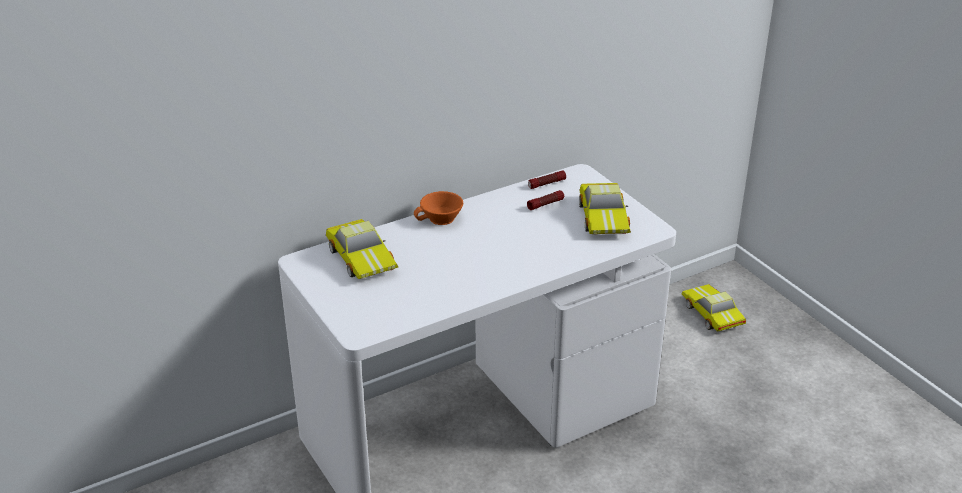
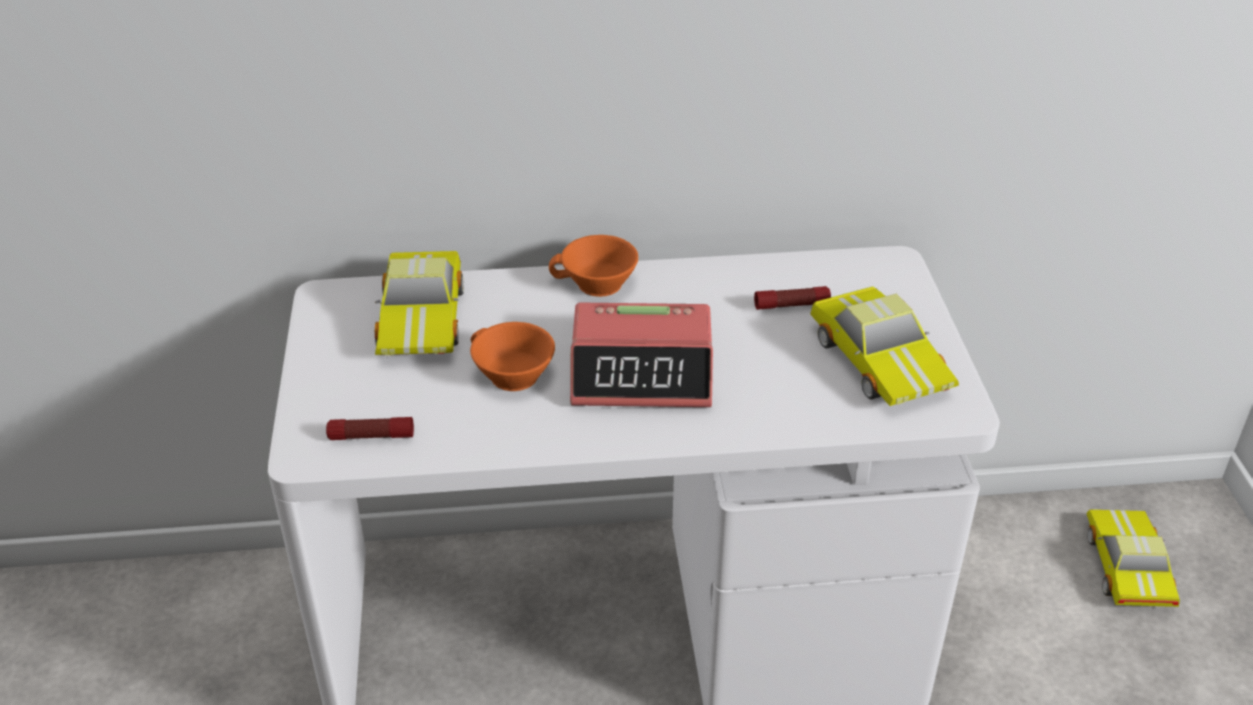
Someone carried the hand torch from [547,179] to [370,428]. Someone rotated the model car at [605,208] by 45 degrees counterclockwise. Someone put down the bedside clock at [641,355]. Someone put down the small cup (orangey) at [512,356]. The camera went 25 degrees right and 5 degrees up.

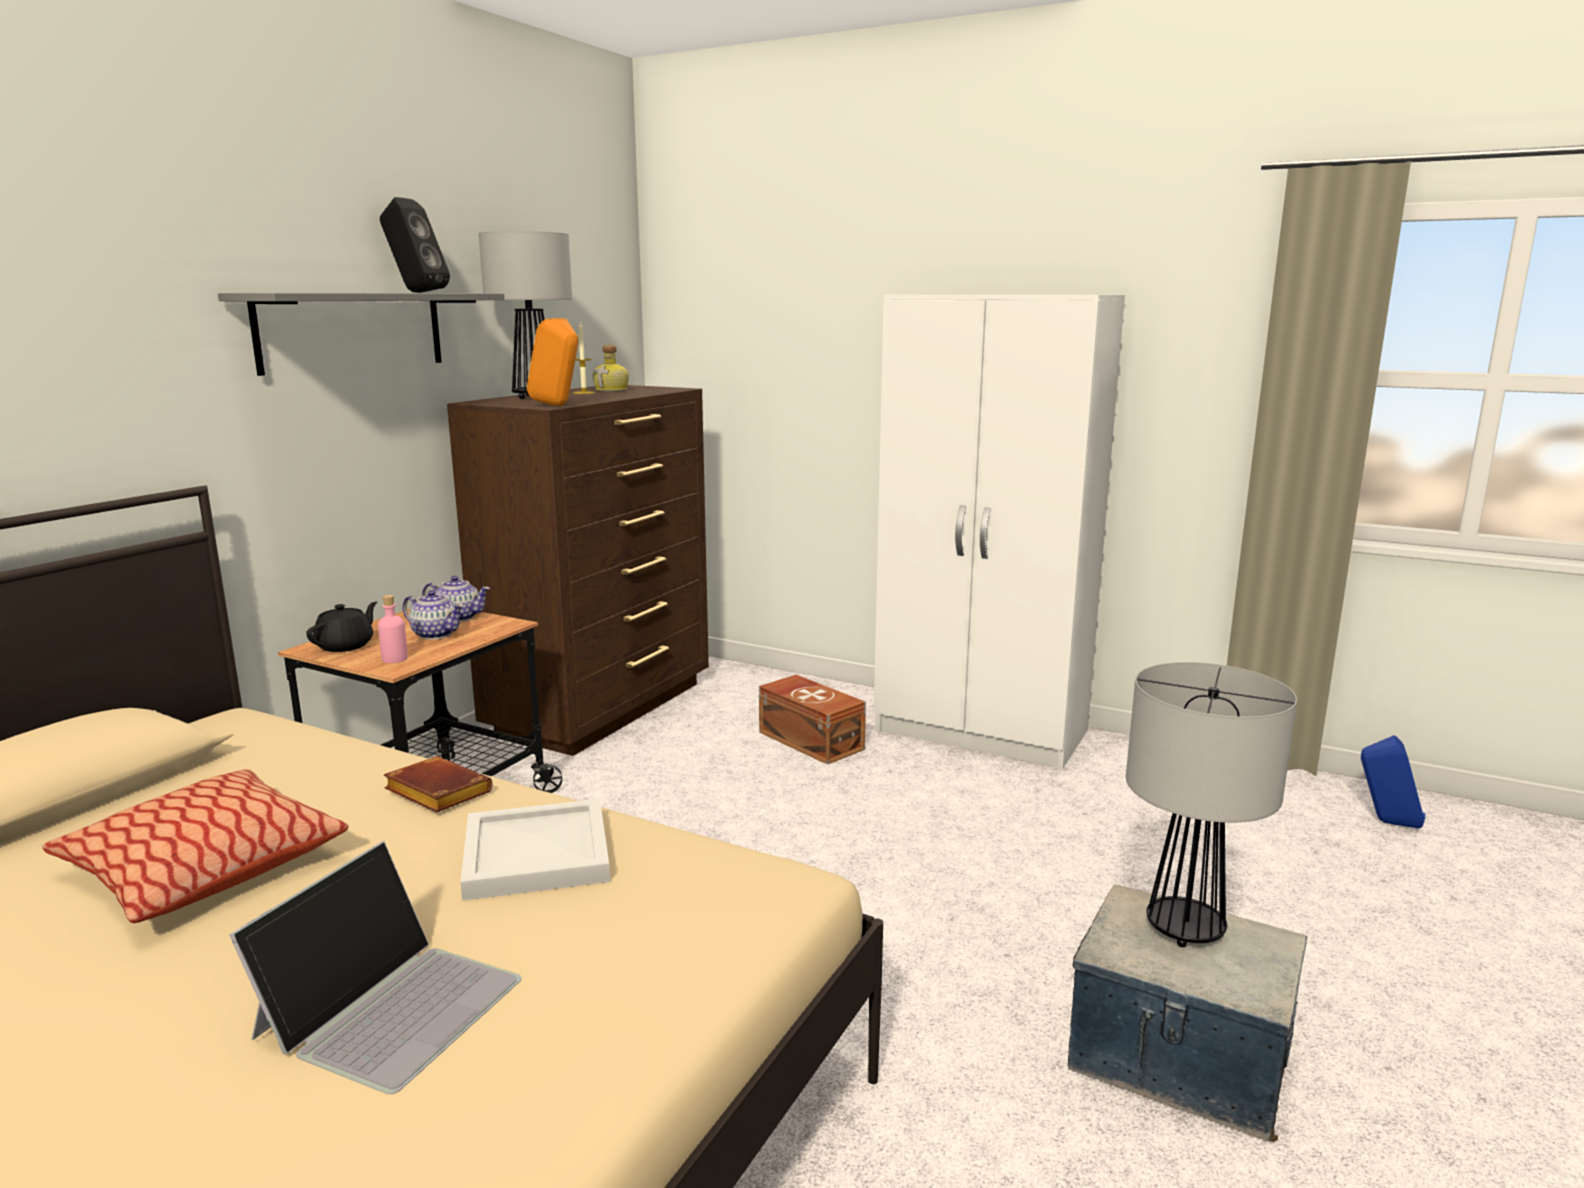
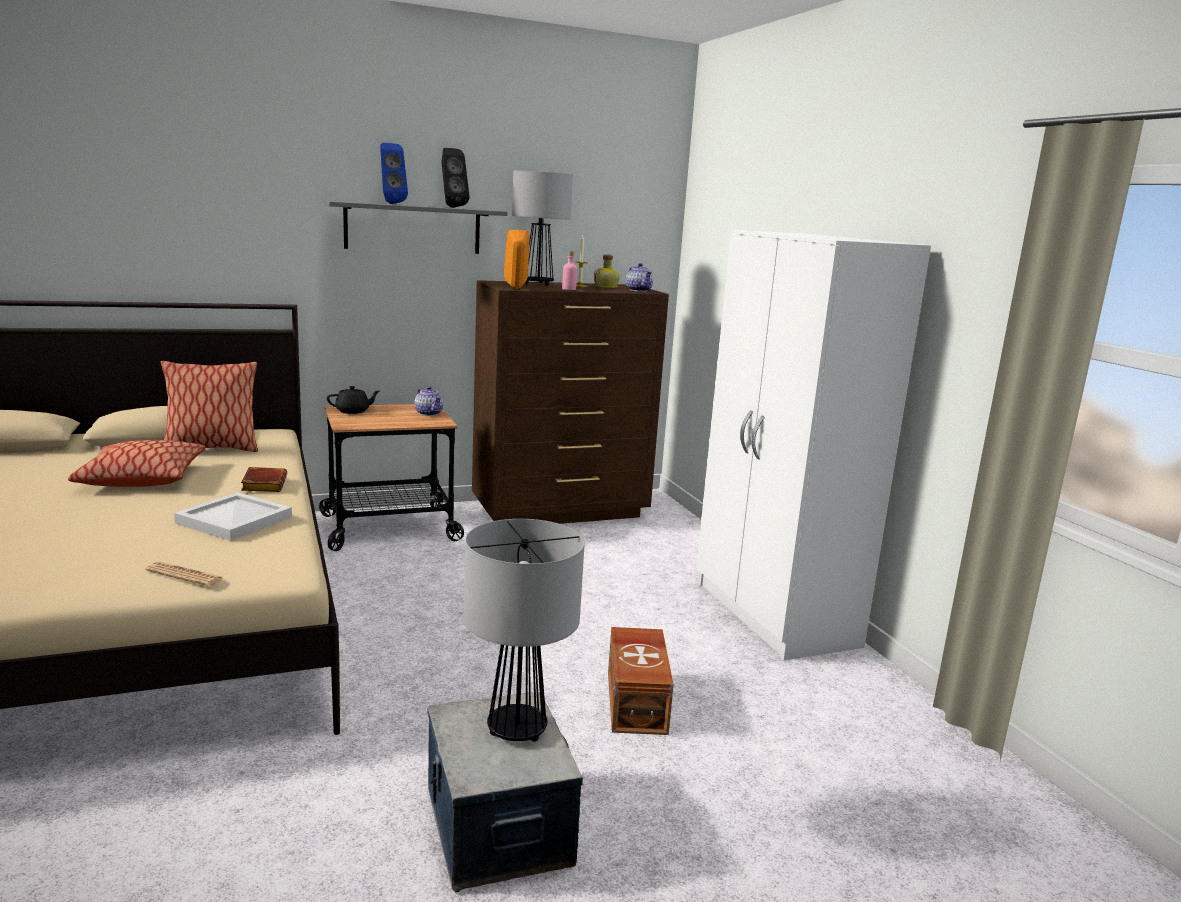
Someone carried the tea pot from [433,615] to [639,277]. Someone carried the drink bottle (pinkish) from [393,629] to [569,270]. Someone carried the storage container (brown) from [812,720] to [641,681]. Someone carried the speaker (bluish) from [1393,781] to [394,173]. Someone took away the portable computer at [375,967]. Someone put down the cushion at [209,406]. Someone put down the daily paper at [185,574]. The camera went 40 degrees right and 0 degrees up.

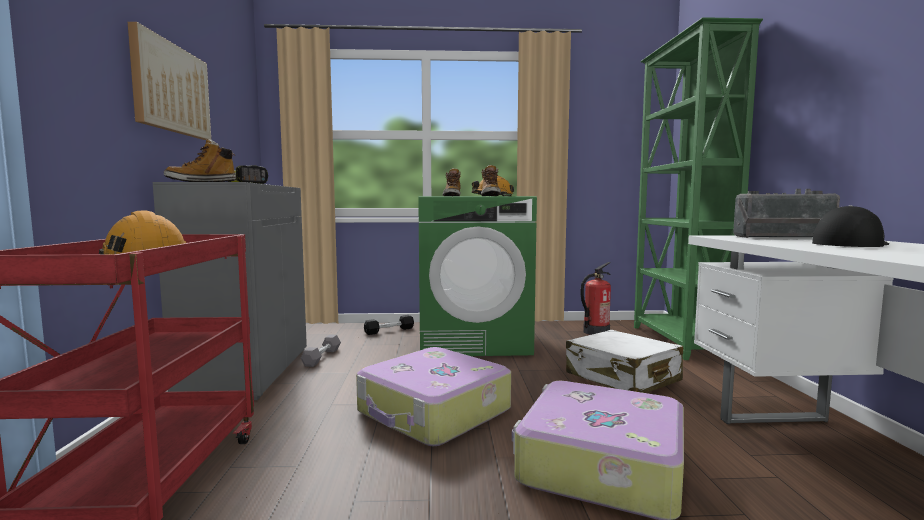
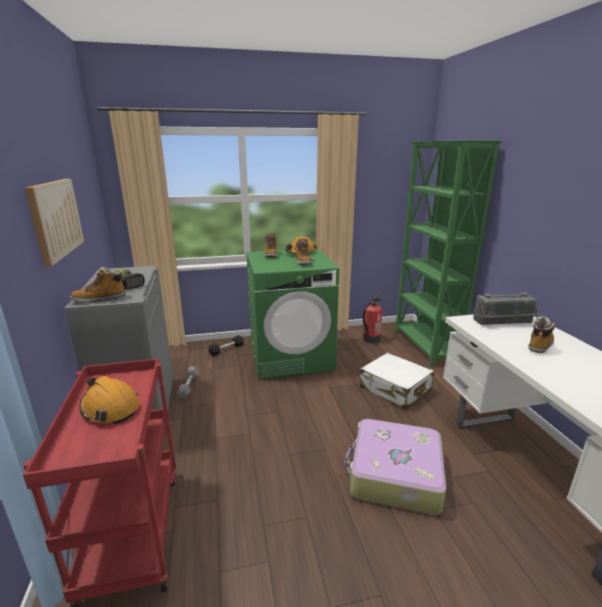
Someone swapped the peaked cap at [850,226] for the high-top boot at [542,334]. Someone took away the travel case at [433,396]. The camera went 10 degrees left and 15 degrees up.

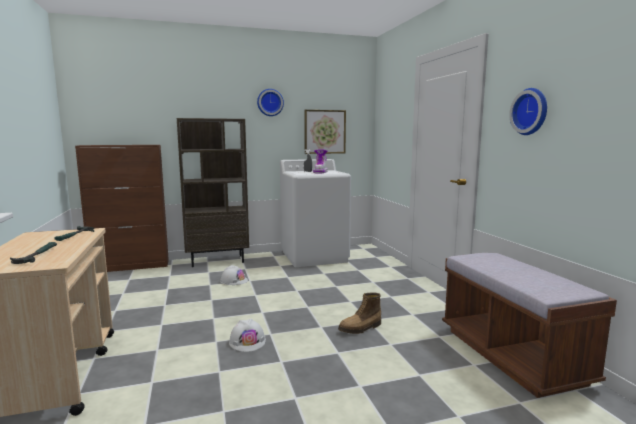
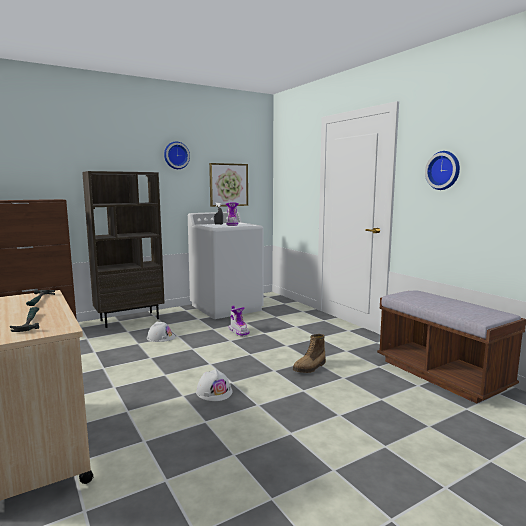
Someone put down the high-top boot at [239,321]. The camera went 15 degrees left and 0 degrees up.

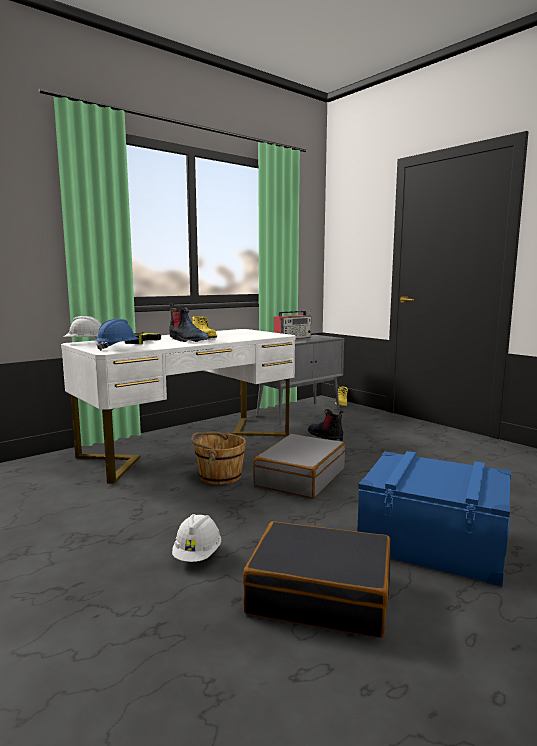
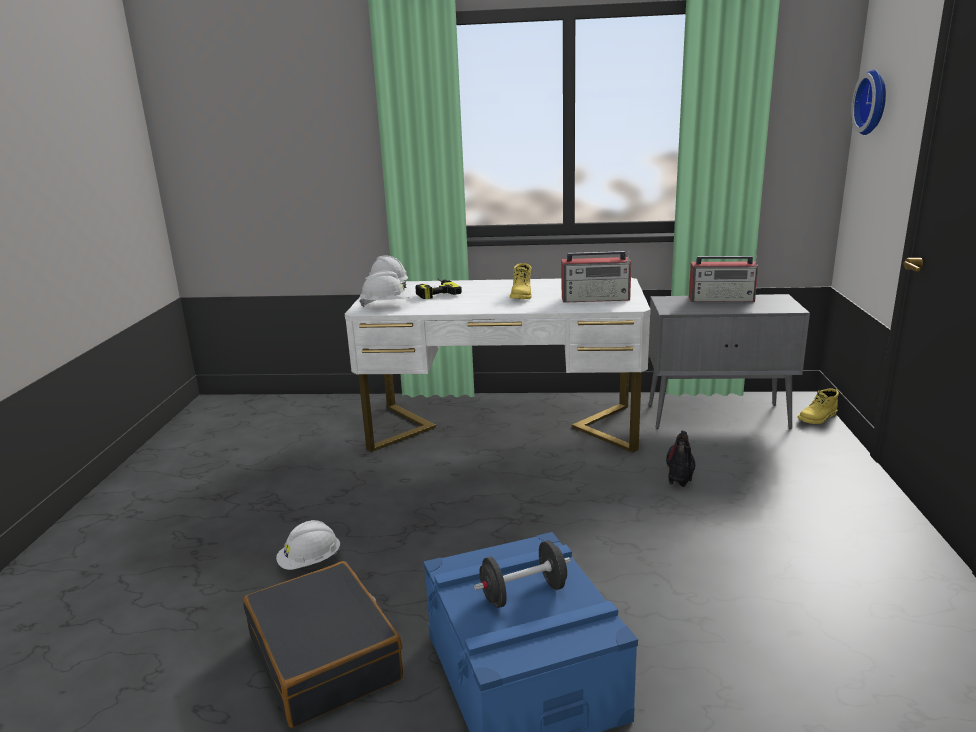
Someone took away the high-top boot at [189,322]. Someone repainted the hard hat (bluish) at [117,335], which became the hard hat (white-coloured) at [385,289]. Someone took away the bucket (brown) at [218,458]. Someone took away the travel case (grey) at [299,466]. Someone put up the hanging clock at [868,102]. Someone put down the radio receiver at [596,277]. Someone put down the hand weight (black) at [522,574]. The camera went 45 degrees right and 10 degrees up.

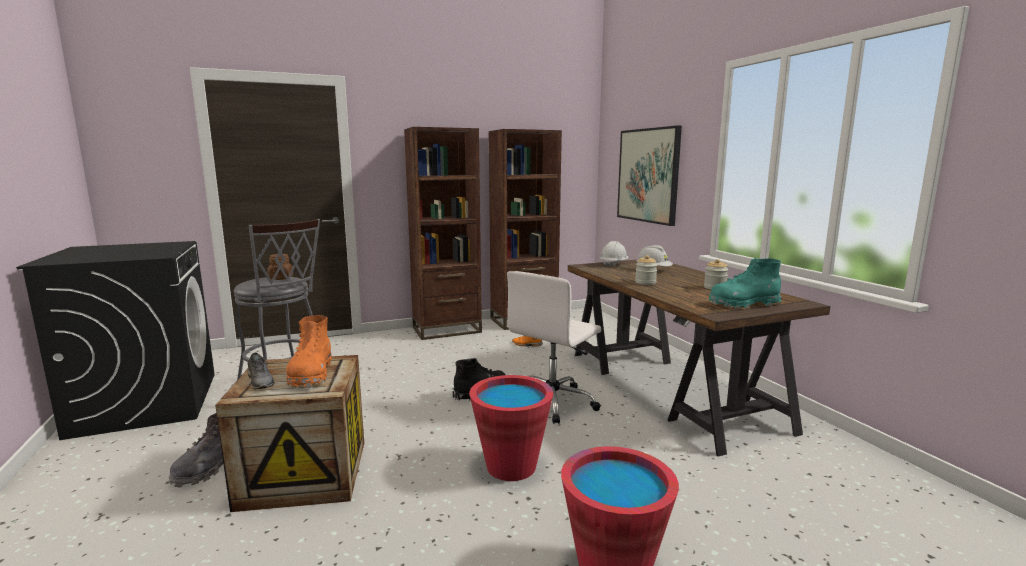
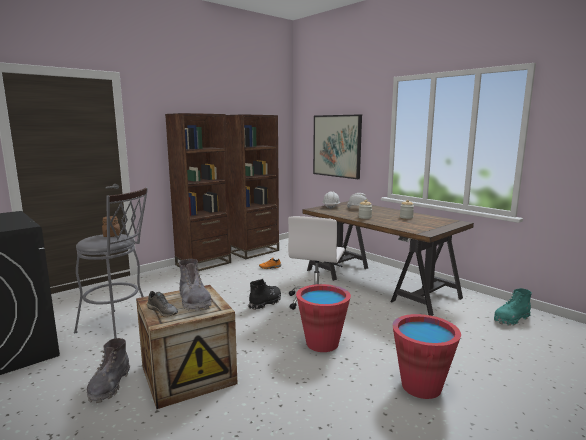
Someone carried the high-top boot (blue-green) from [745,283] to [513,307]. Someone repainted the high-top boot (orangey) at [309,351], which became the high-top boot (grey) at [195,285]. The camera went 20 degrees left and 0 degrees up.

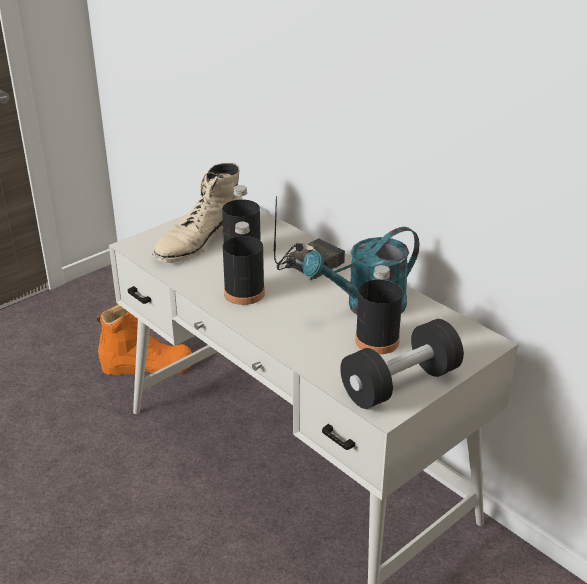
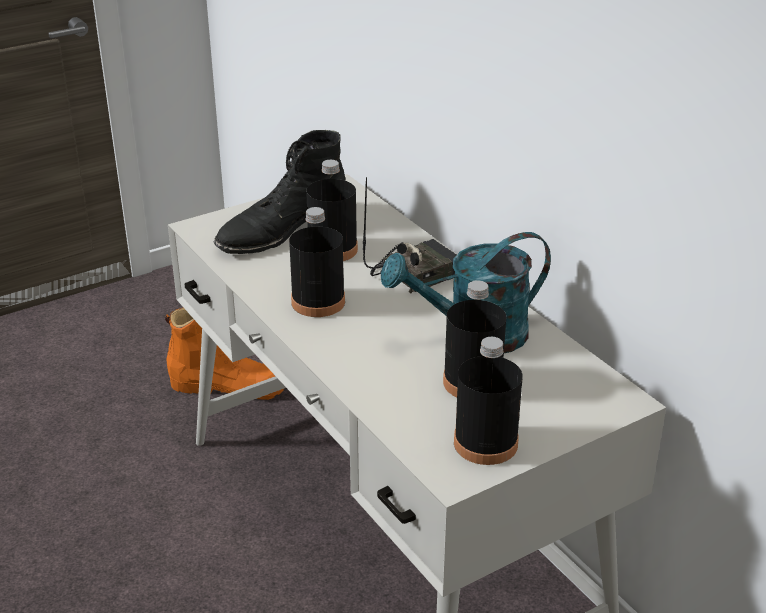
Someone repainted the high-top boot (beige-coloured) at [197,213], which became the high-top boot (black) at [279,192]. Someone swapped the hand weight (black) at [402,364] for the drink bottle (black) at [488,401]. The camera went 10 degrees right and 0 degrees up.

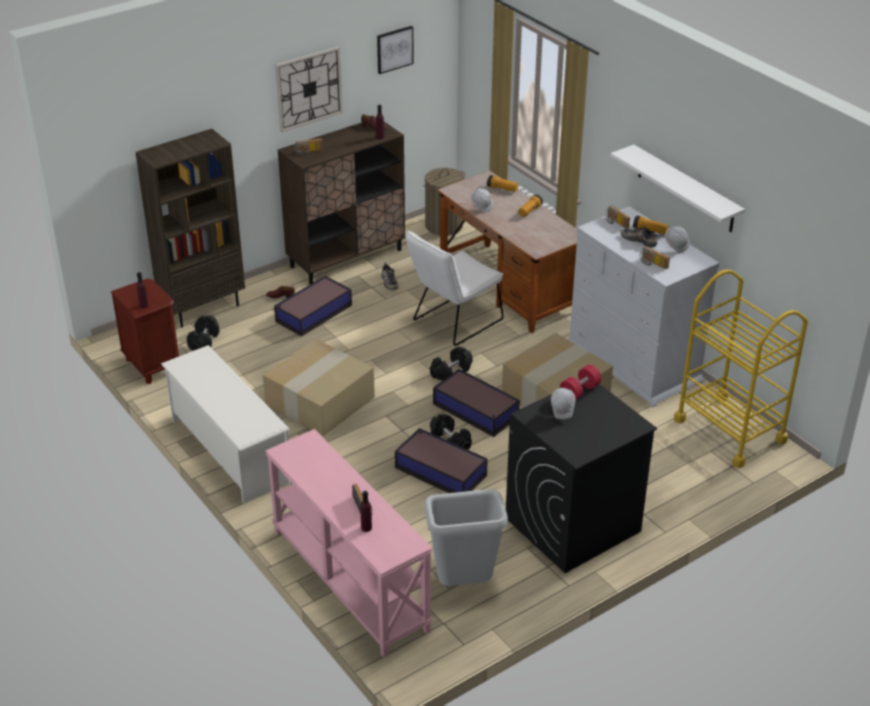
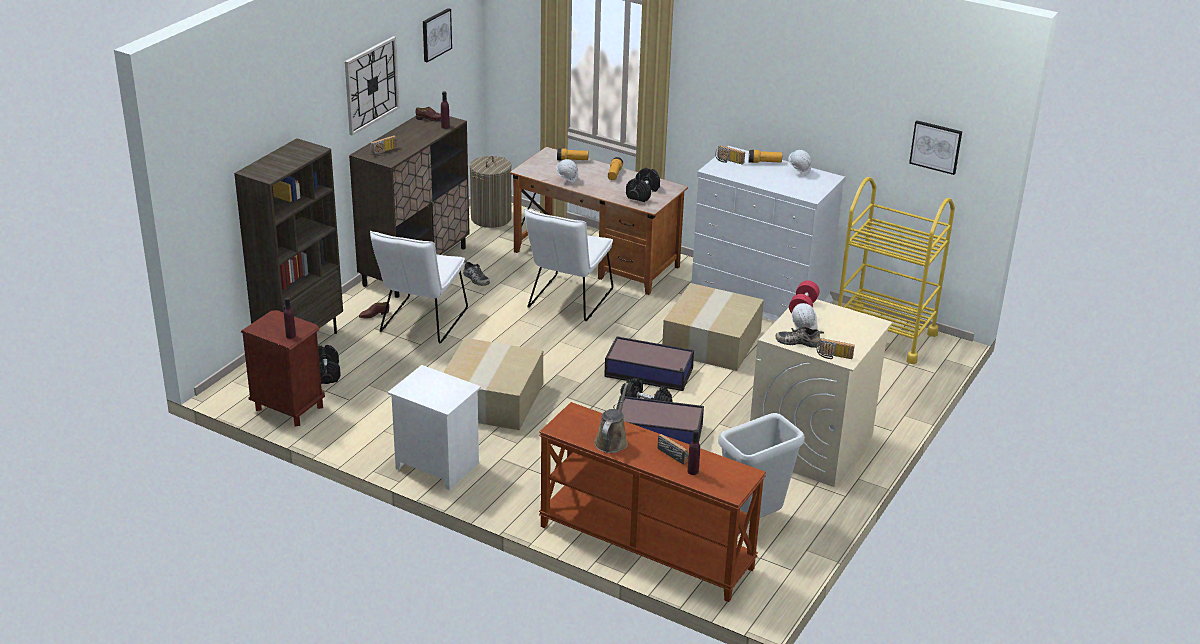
Someone took away the wall shelf (white-coloured) at [677,188]. Someone carried the item of footwear from [640,237] to [799,337]. Someone carried the radio receiver from [655,257] to [836,348]. Someone swapped the storage container at [313,306] for the upright chair (white-coloured) at [419,287]. Someone swapped the shoe shelf (white-coloured) at [226,424] for the nightstand (white-coloured) at [434,428]. Someone carried the hand weight (black) from [451,364] to [643,184]. Someone repainted the laundry machine (black) at [581,478], which became the laundry machine (beige-coloured) at [821,393]. Someone repainted the narrow table (pinkish) at [349,543], which became the narrow table (brown) at [652,502]. Someone put up the wall art at [935,147]. Someone put down the sprinkling can (brown) at [611,418]. The camera went 25 degrees left and 5 degrees down.

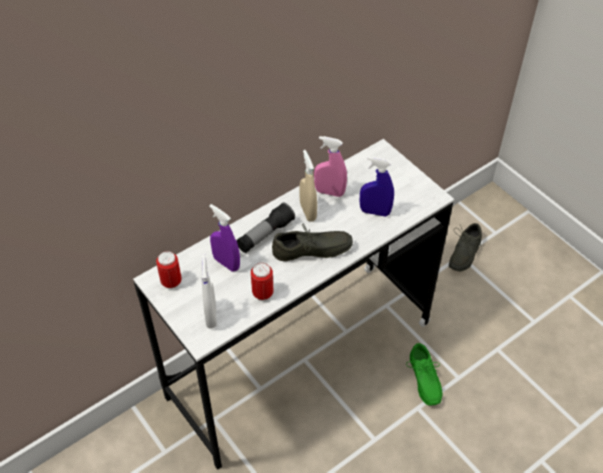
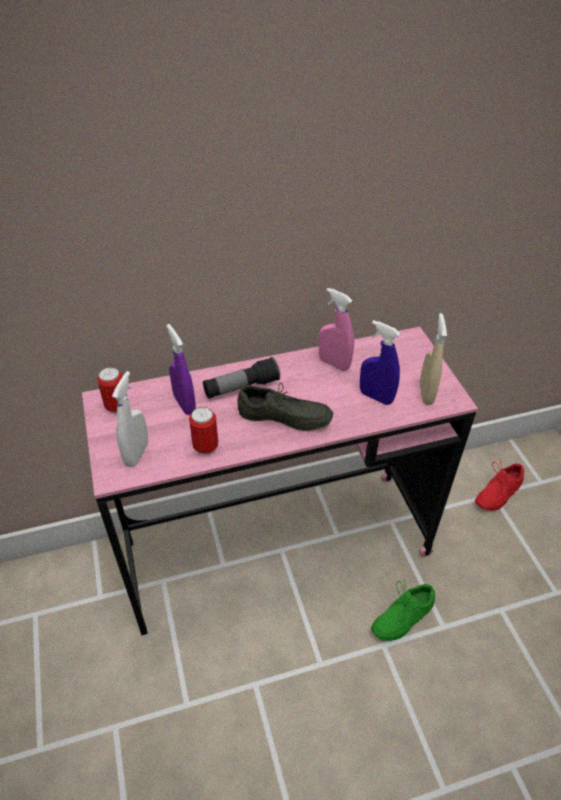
Someone repainted the desk (white-coloured) at [293,304], which became the desk (pinkish) at [280,481]. Someone carried the spray bottle (beige-coloured) from [308,186] to [433,359]. Someone repainted the item of footwear (grey) at [465,247], which became the item of footwear (red) at [499,485]. Someone rotated the item of footwear (green-coloured) at [424,374] by 45 degrees clockwise. The camera went 20 degrees right and 5 degrees down.

